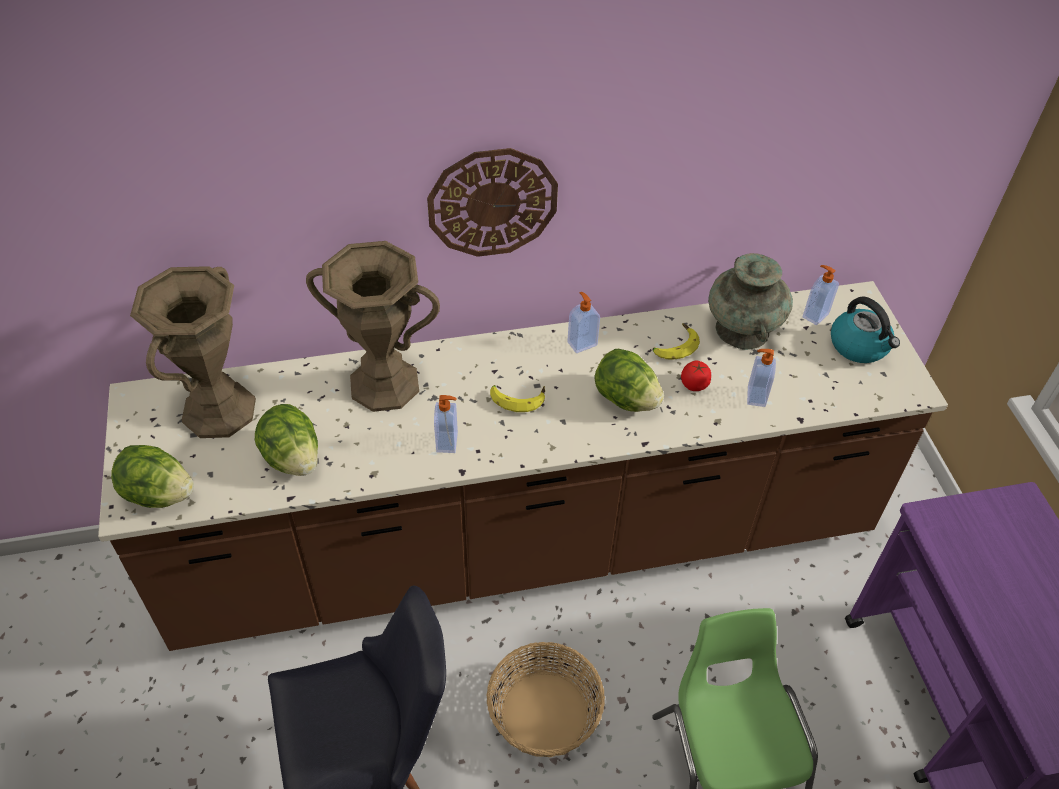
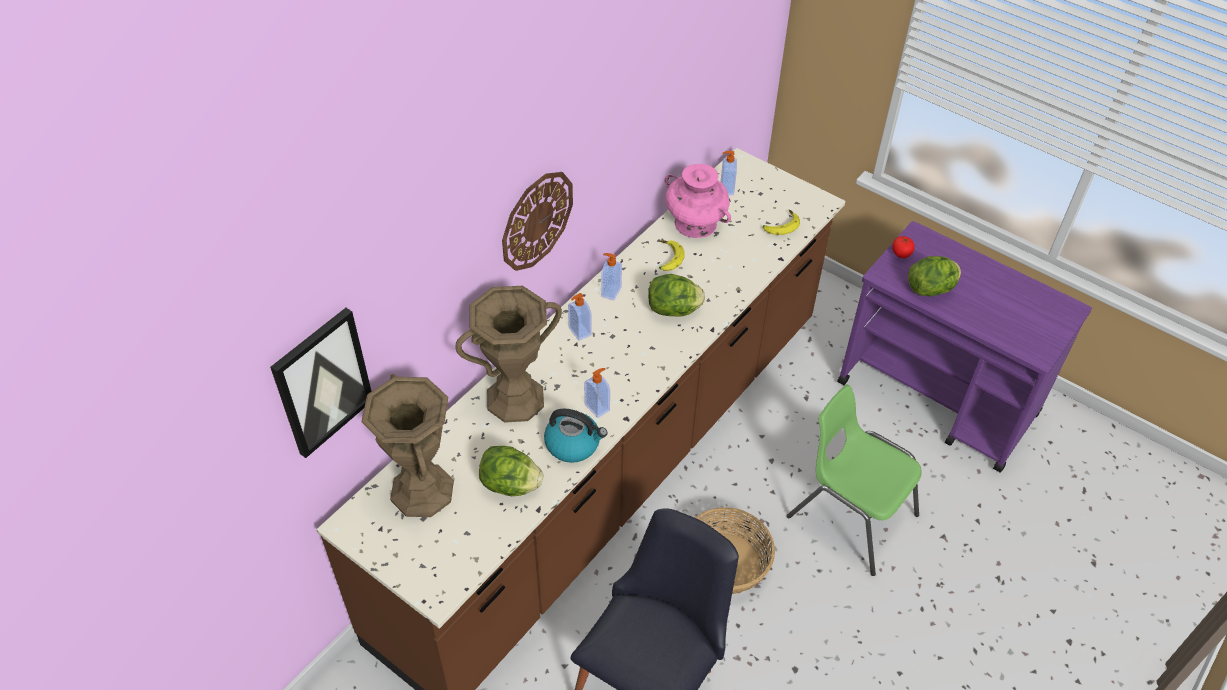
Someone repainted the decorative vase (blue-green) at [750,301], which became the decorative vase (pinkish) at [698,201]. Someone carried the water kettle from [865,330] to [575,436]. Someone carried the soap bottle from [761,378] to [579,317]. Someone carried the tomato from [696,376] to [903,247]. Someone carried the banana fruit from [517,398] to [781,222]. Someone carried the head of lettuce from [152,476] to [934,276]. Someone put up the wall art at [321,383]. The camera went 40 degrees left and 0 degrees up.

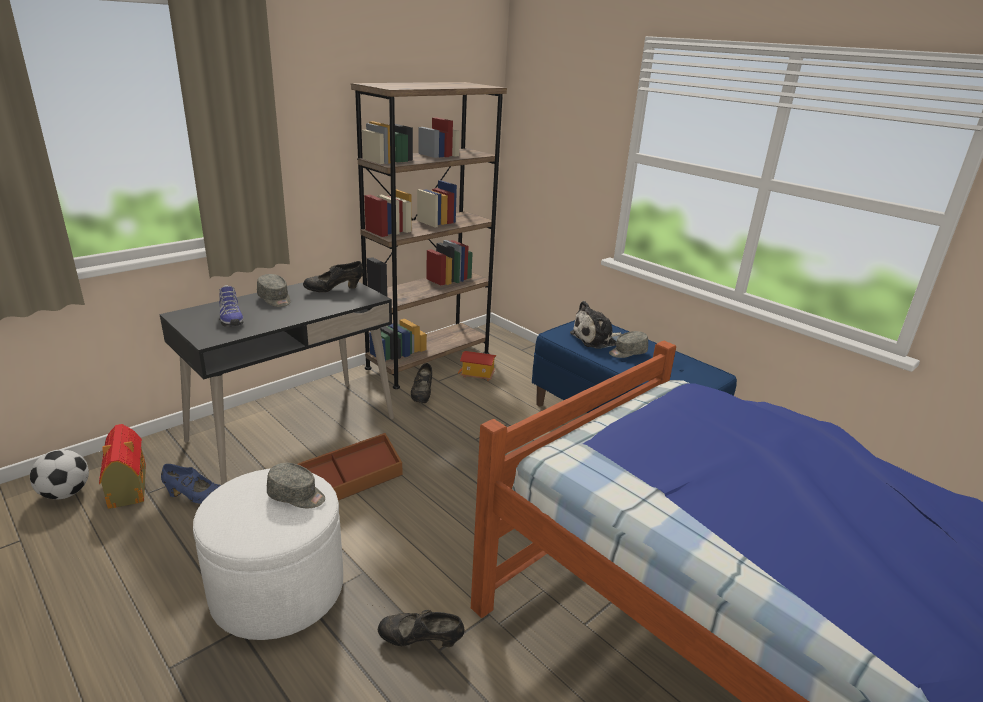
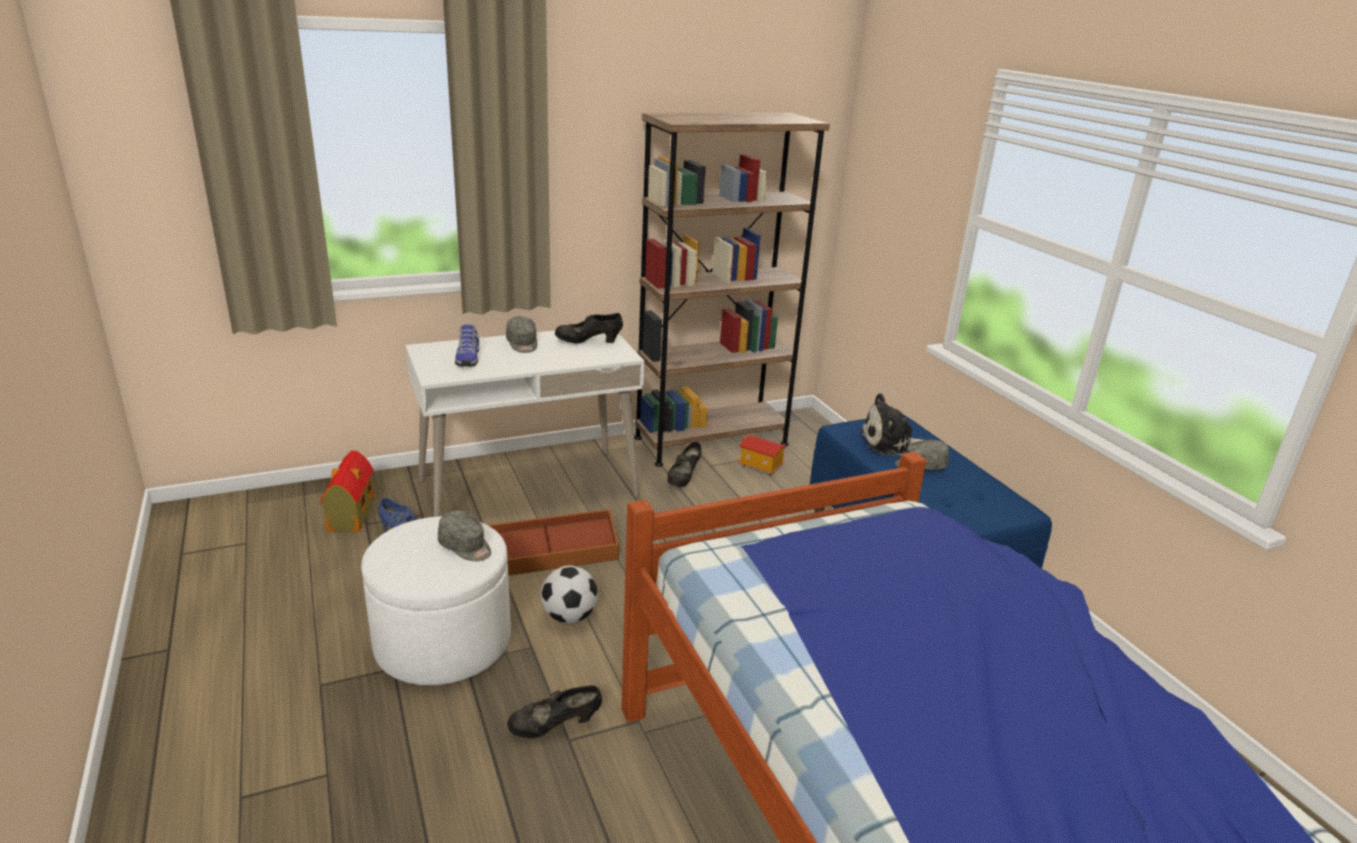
Someone repainted the desk (black) at [276,382], which became the desk (white-coloured) at [524,424]. Someone carried the ball for football from [59,474] to [569,594]. Someone rotated the item of footwear (black) at [421,628] by 45 degrees counterclockwise. The camera went 20 degrees right and 0 degrees up.

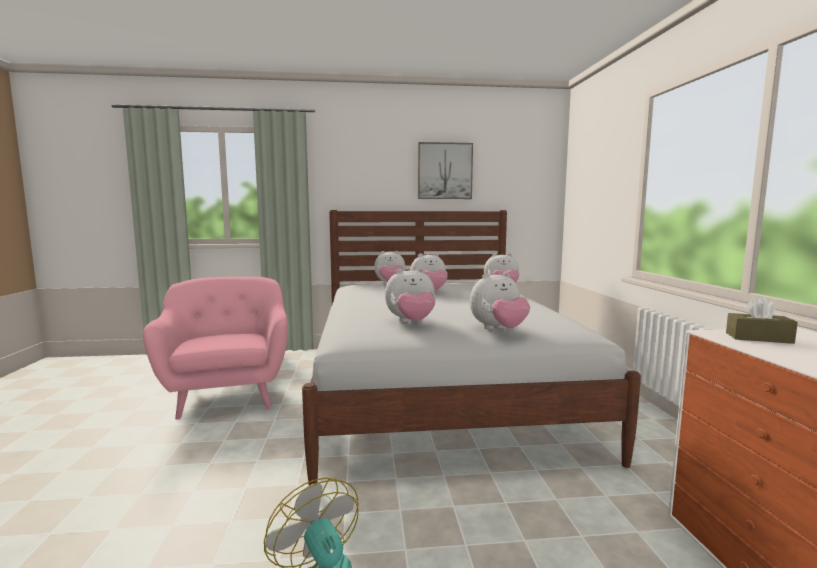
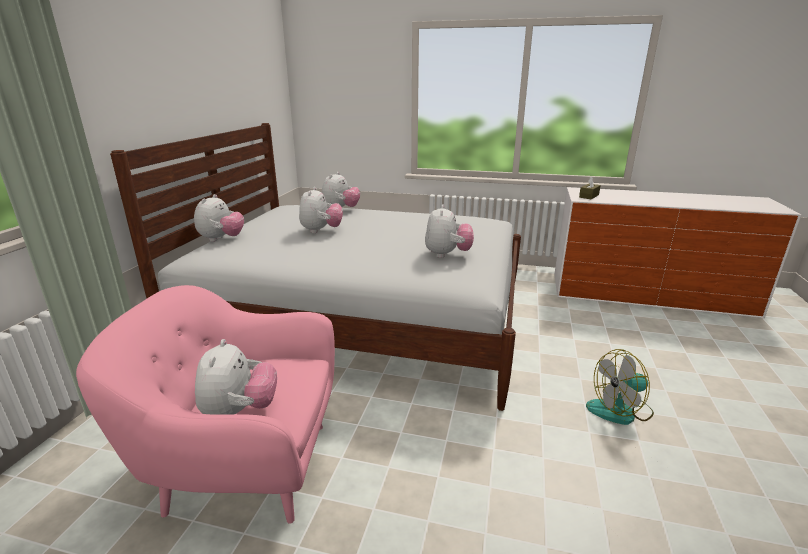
Someone took away the wall art at [445,170]. Someone carried the plush toy from [500,300] to [236,377]. The camera went 70 degrees left and 15 degrees up.

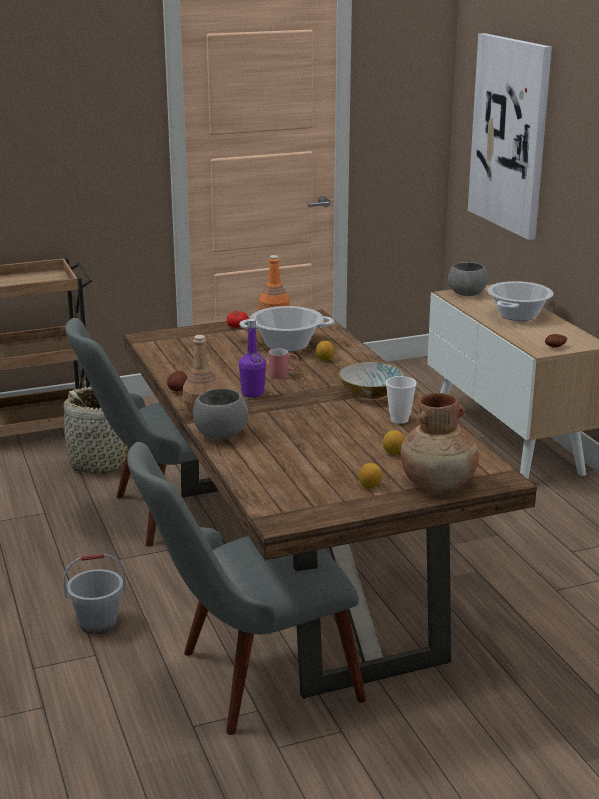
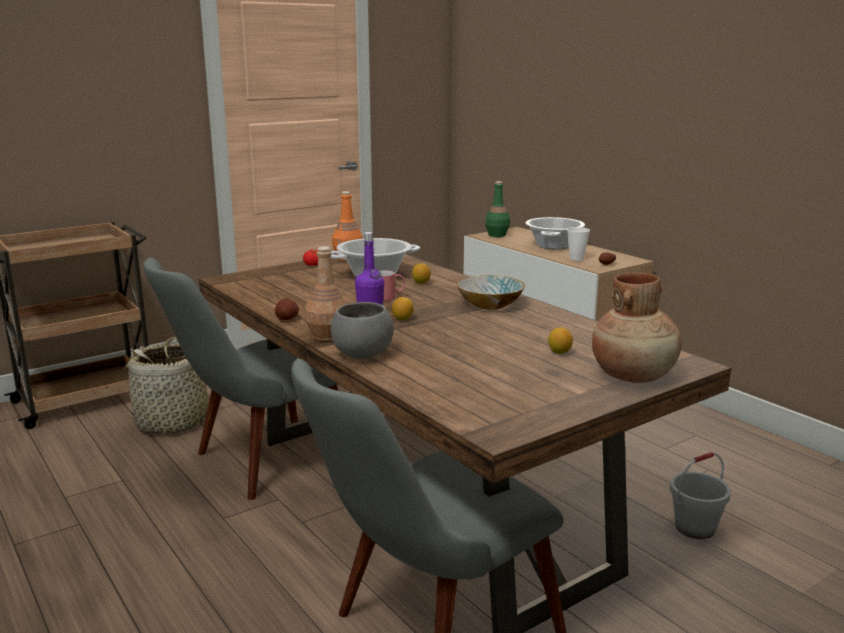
Someone took away the wall art at [510,136]. Someone swapped the bowl (grey) at [468,279] for the drink bottle (green-coloured) at [497,209]. Someone carried the small cup from [401,400] to [578,244]. Someone carried the lemon from [370,475] to [403,308]. Someone carried the bucket (grey) from [94,593] to [700,495]. The camera went 15 degrees left and 5 degrees down.

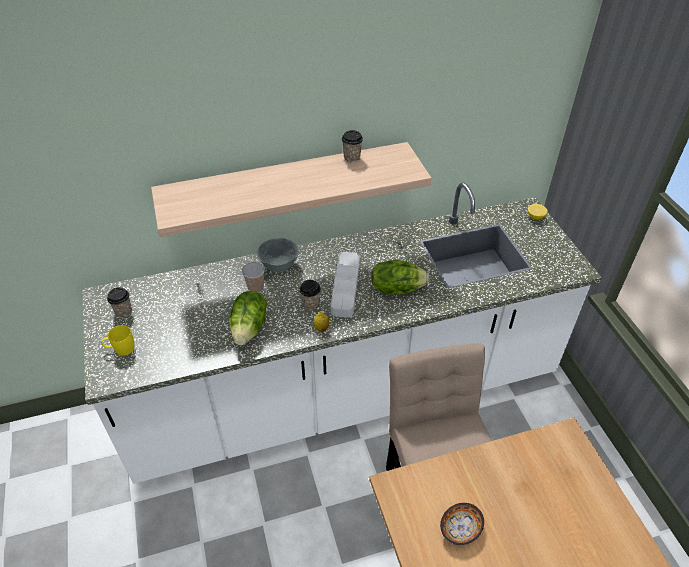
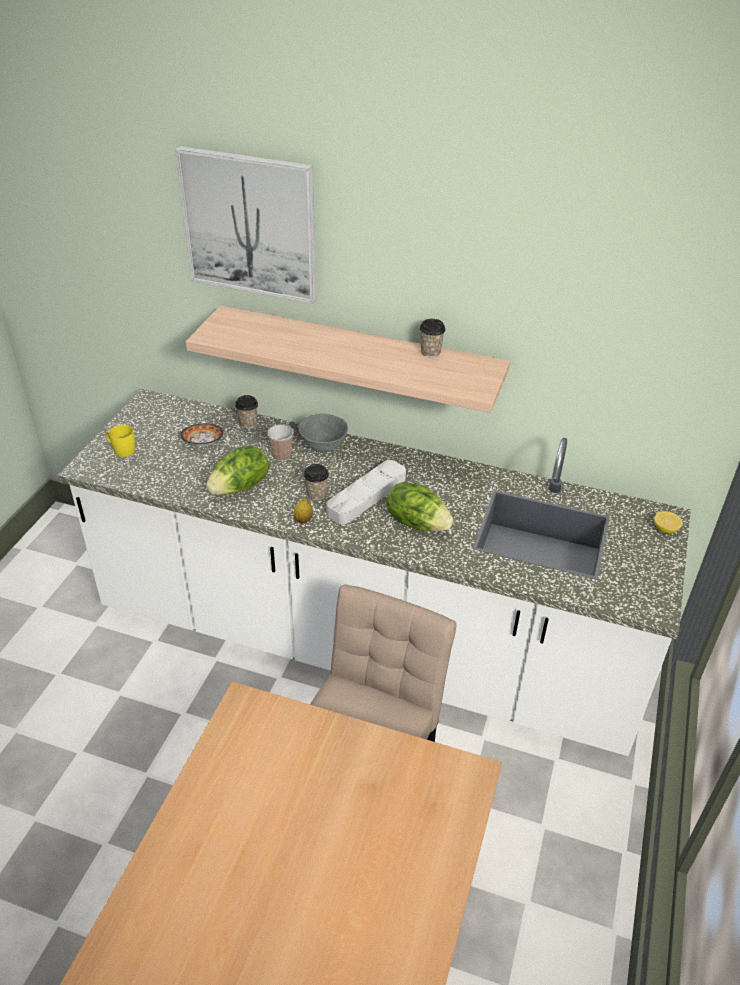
Someone carried the small cup from [119,302] to [246,412]. Someone carried the bowl from [462,524] to [202,434]. Someone put up the wall art at [245,225]. The camera went 35 degrees right and 5 degrees down.

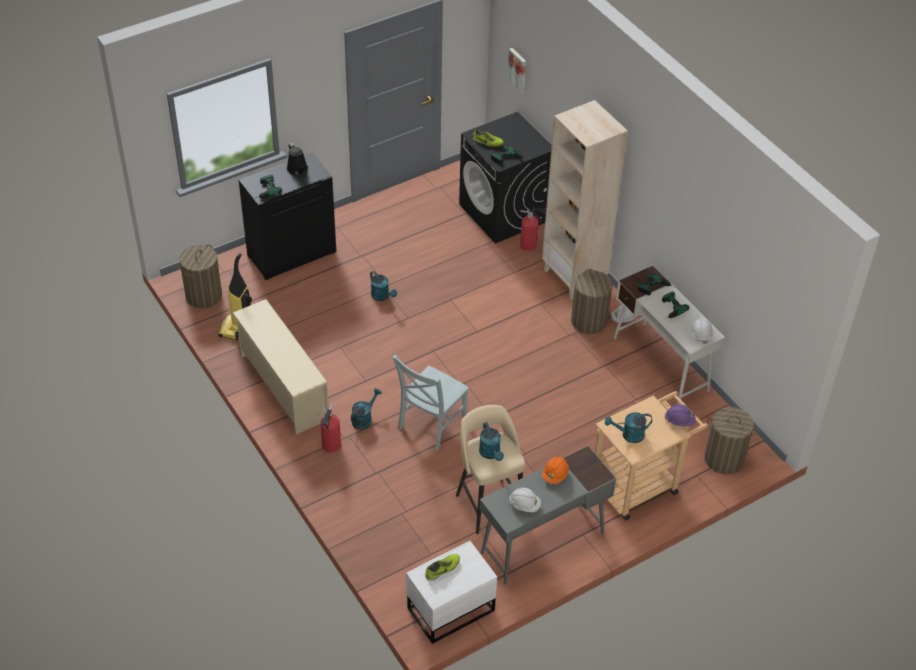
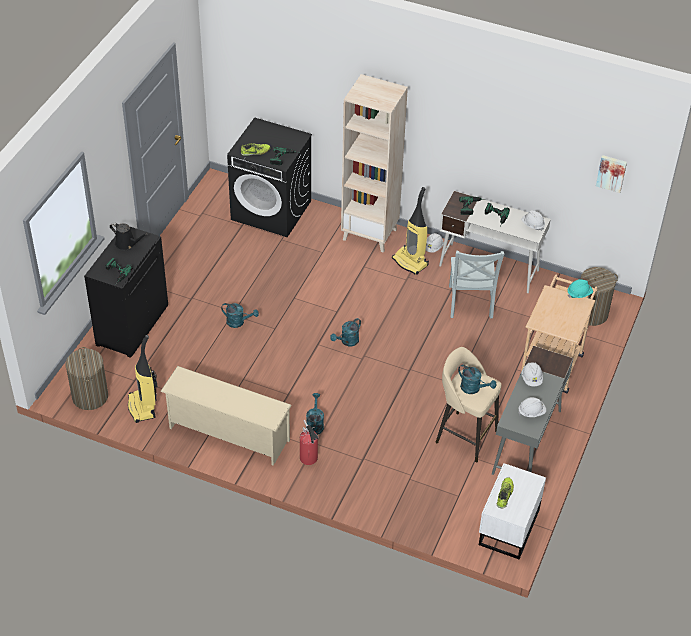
Someone carried the wall art from [516,70] to [611,174]. Someone took away the fire extinguisher at [533,229]. Someone swapped the hamper at [592,301] for the hoover at [410,231]. Someone carried the upright chair (grey) from [430,403] to [476,285]. Someone repainted the hard hat (purple-coloured) at [680,415], which became the hard hat (blue-green) at [580,288]. Someone carried the sprinkling can (blue-green) from [628,427] to [345,332]. Someone repainted the hard hat (orangey) at [555,470], which became the hard hat (white-coloured) at [532,374]. The camera went 35 degrees left and 0 degrees up.

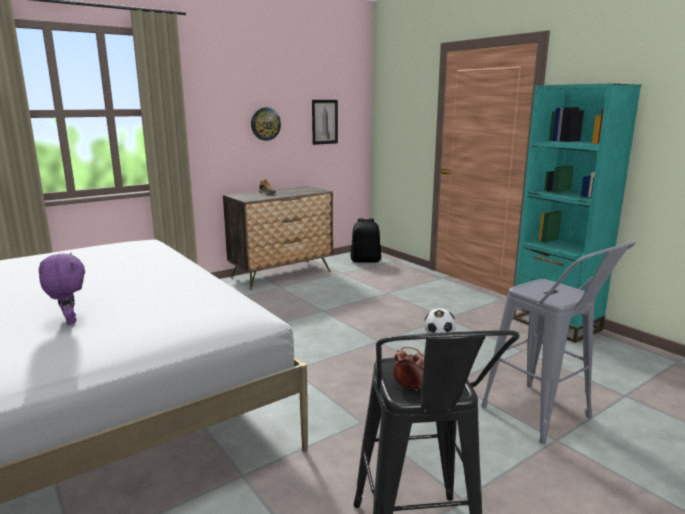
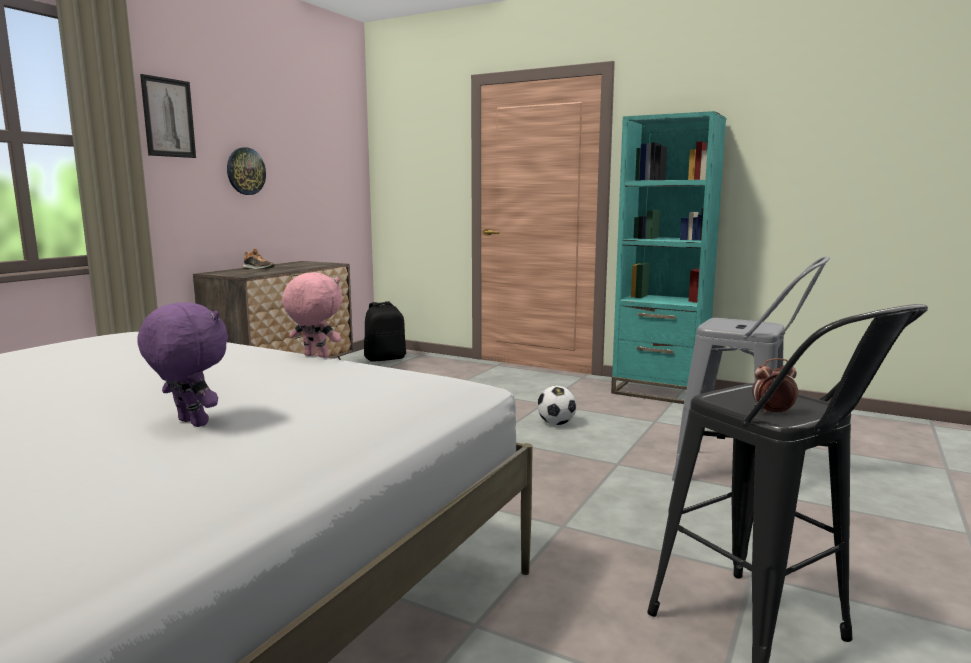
Someone carried the wall art from [325,122] to [168,116]. Someone put down the plush toy (pinkish) at [312,315]. The camera went 25 degrees left and 5 degrees down.

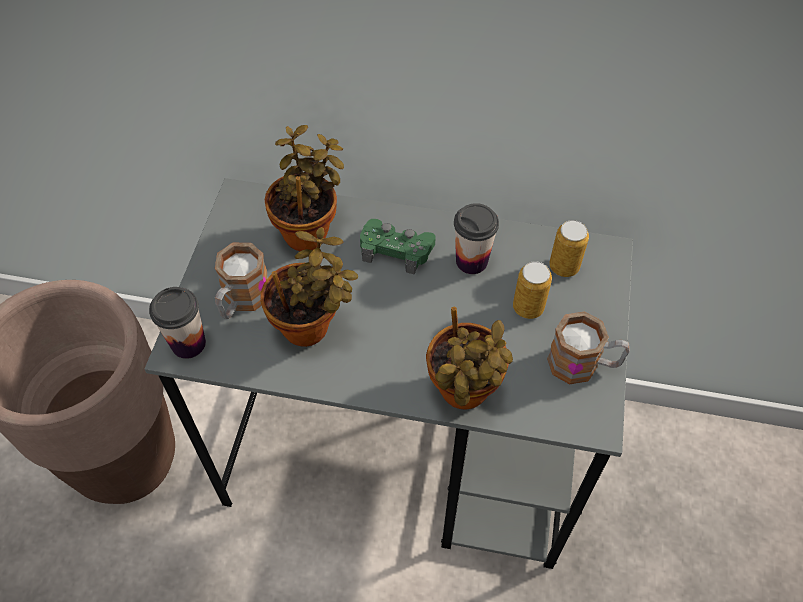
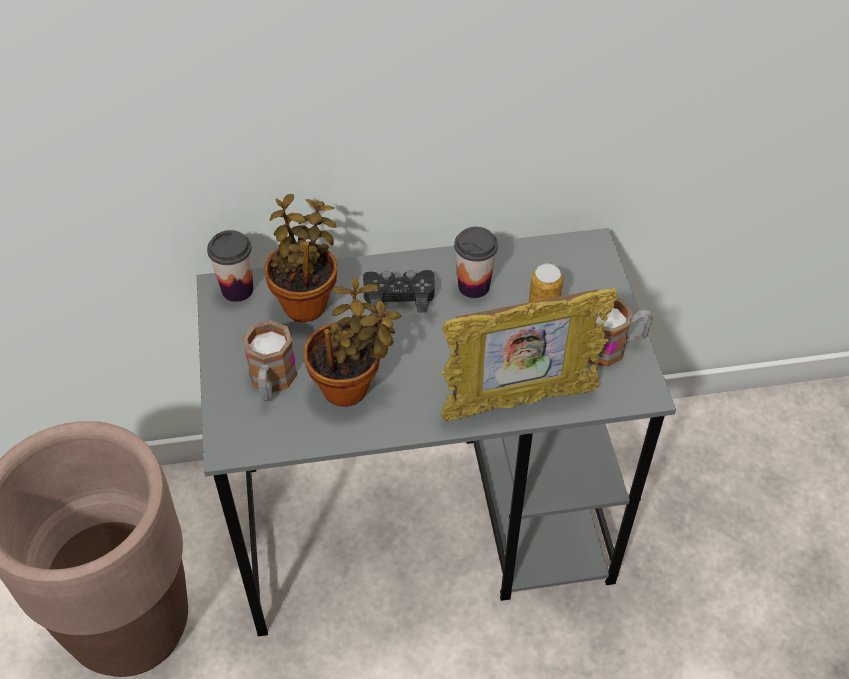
Someone repainted the joypad (green-coloured) at [397,247], which became the joypad (black) at [399,292]. Someone took away the can at [569,248]. Someone carried the small cup from [177,323] to [230,266]. Someone swapped the houseplant at [469,358] for the photo frame at [529,354]. The camera went 20 degrees left and 5 degrees down.

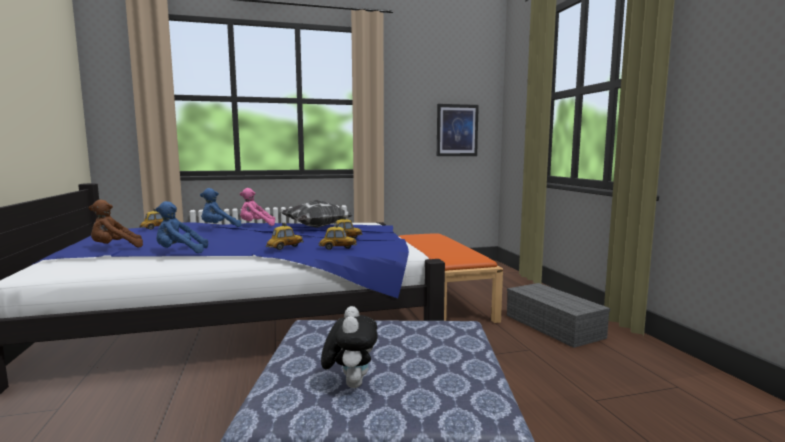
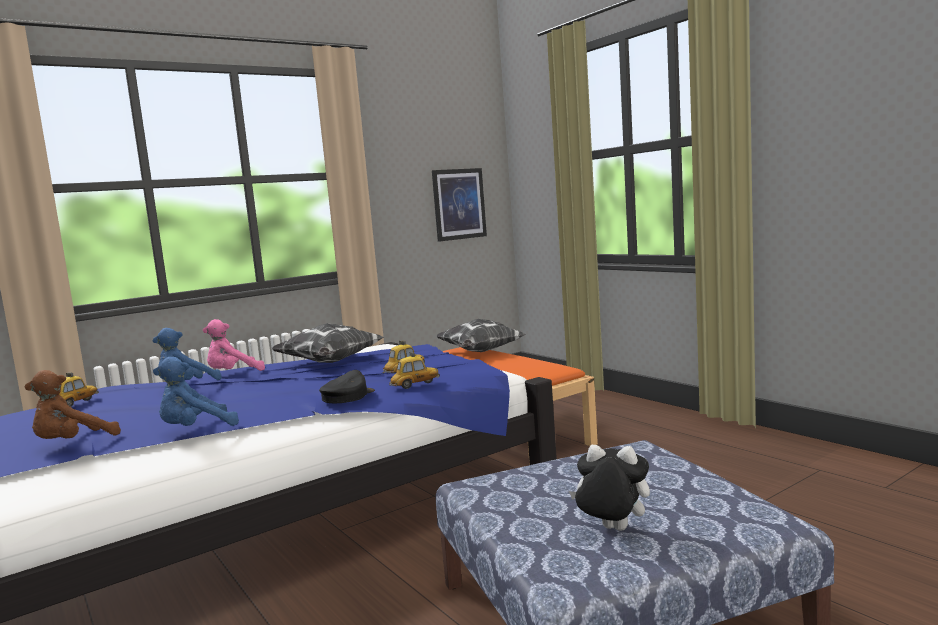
Someone swapped the model car at [285,236] for the peaked cap (black) at [347,386]. Someone took away the storage container (grey) at [558,315]. Someone rotated the plush toy at [349,347] by 45 degrees counterclockwise. Someone put down the cushion at [481,335]. The camera went 20 degrees left and 0 degrees up.

